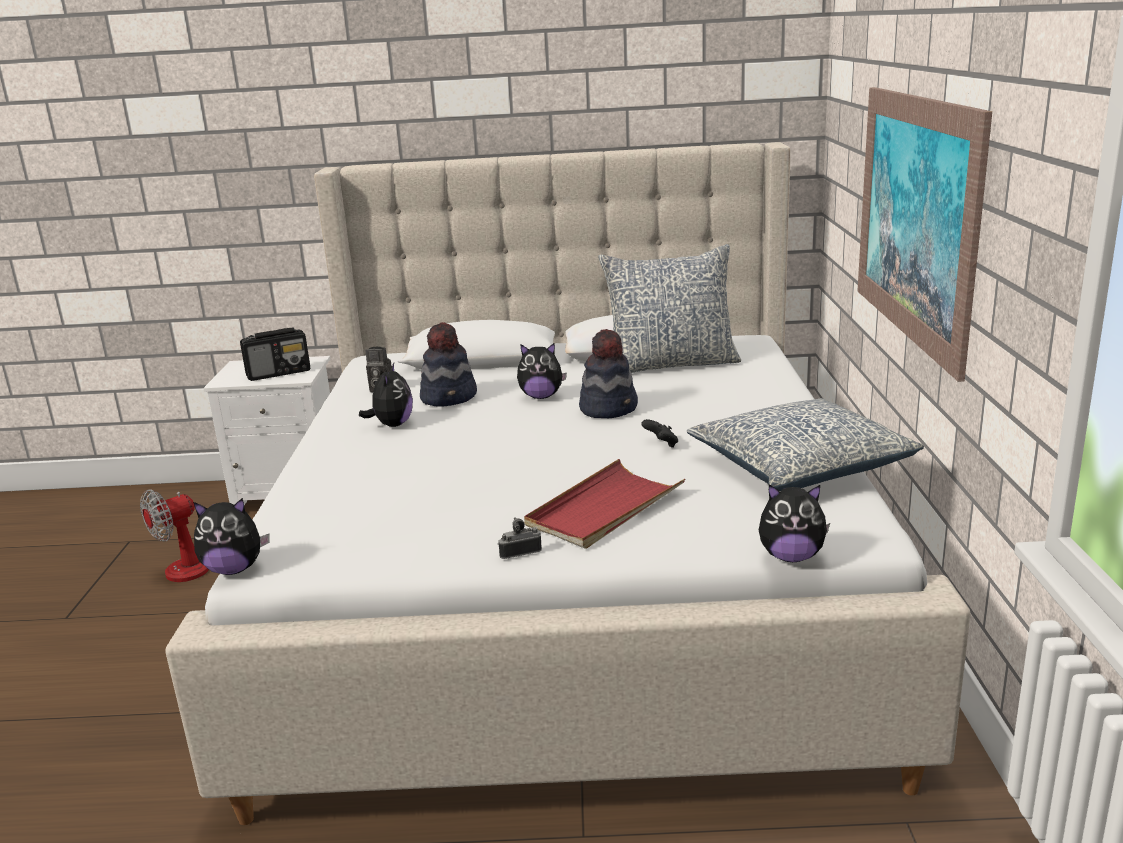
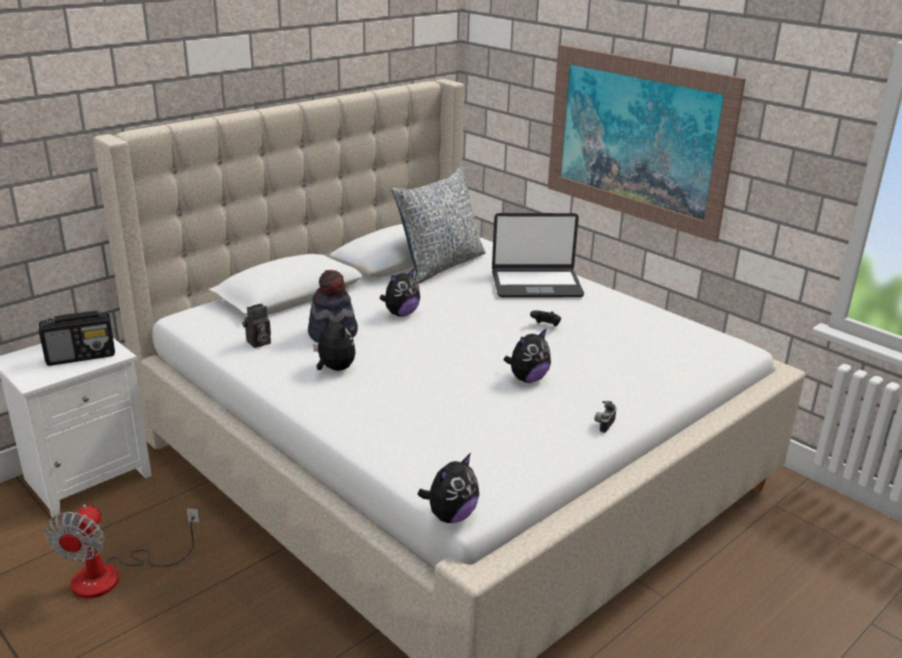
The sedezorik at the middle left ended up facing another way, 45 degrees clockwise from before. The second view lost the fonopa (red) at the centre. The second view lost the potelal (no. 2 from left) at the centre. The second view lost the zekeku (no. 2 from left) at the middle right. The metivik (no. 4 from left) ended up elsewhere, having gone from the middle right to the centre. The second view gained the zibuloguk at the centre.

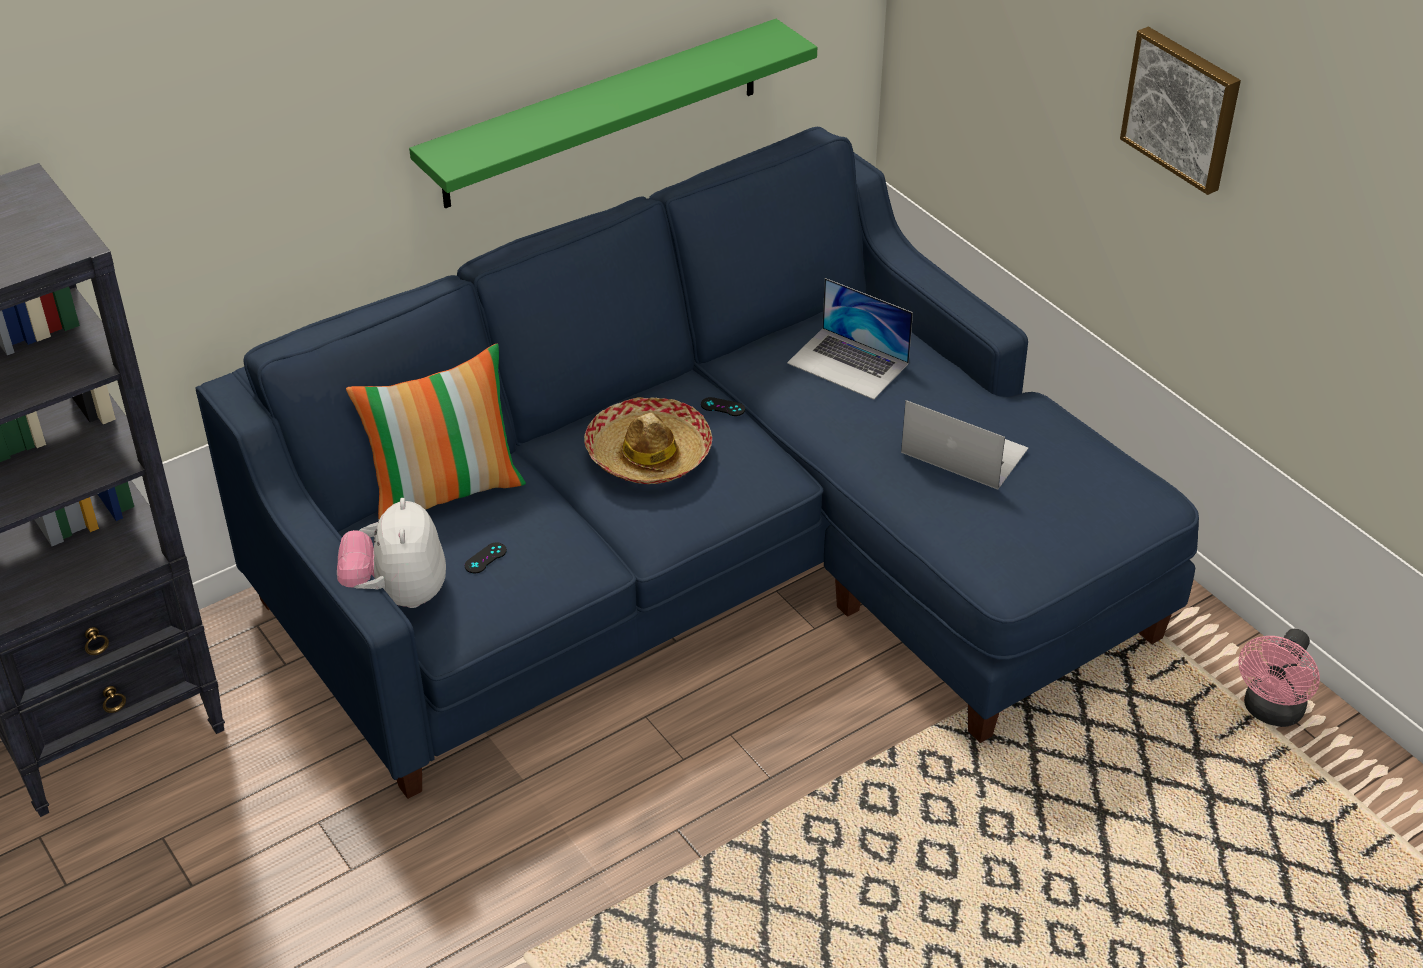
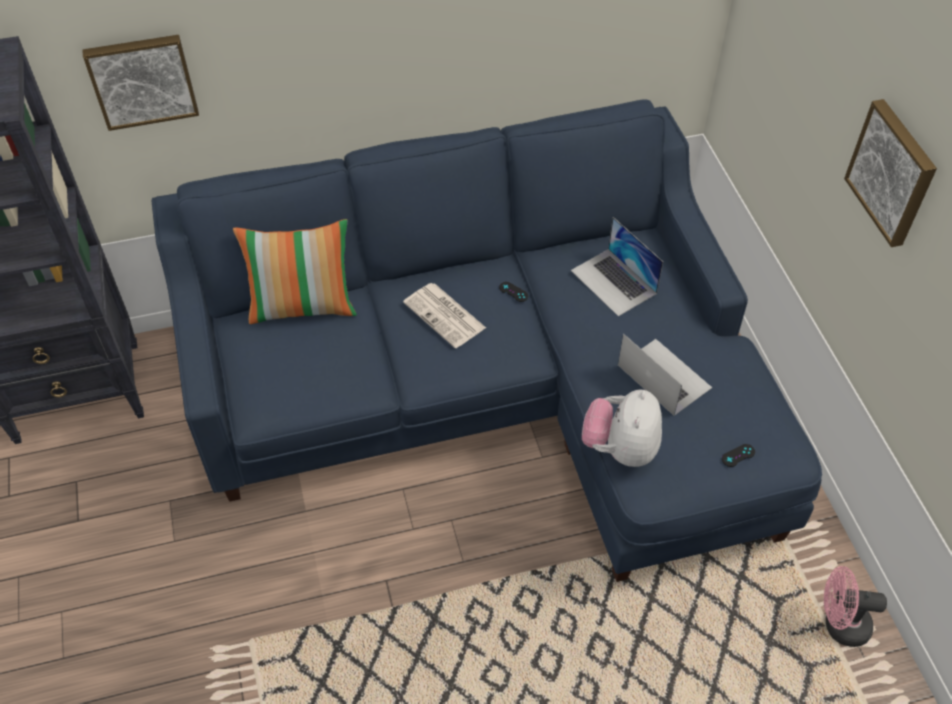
The metivik ended up elsewhere, having gone from the middle left to the centre. The second view lost the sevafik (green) at the top centre. The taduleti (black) (no. 1 from left in the first image) ended up elsewhere, having gone from the centre to the middle right. Where the potelal stood at the centre, the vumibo came to stand at the centre. The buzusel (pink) at the bottom right ended up facing another way, 45 degrees clockwise from before. The second view gained the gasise (no. 1 from left) at the top left.

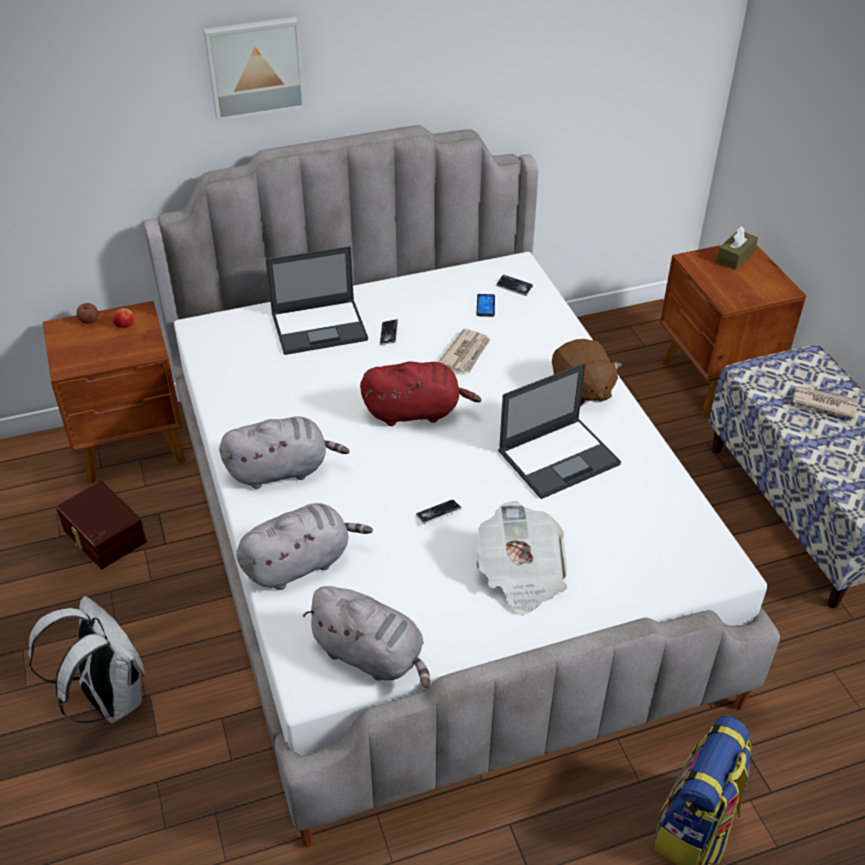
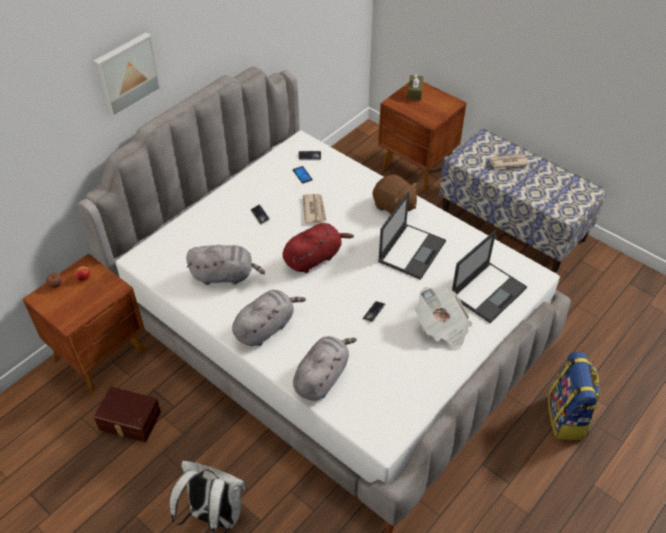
The zibuloguk (no. 1 from left in the first image) ended up elsewhere, having gone from the centre to the middle right. The metivik (grey) (no. 3 from left in the first image) ended up elsewhere, having gone from the bottom centre to the centre.

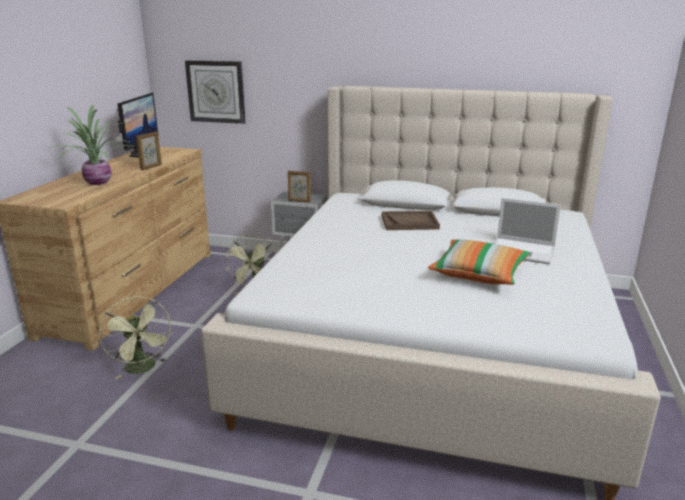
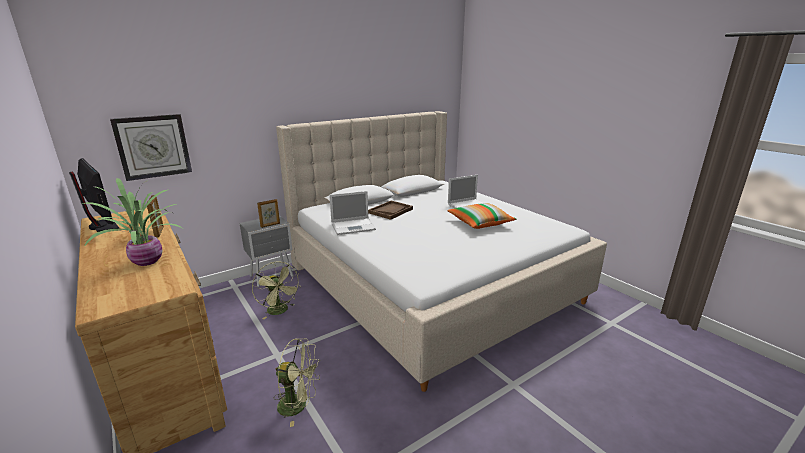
The second view gained the zibuloguk (no. 1 from left) at the centre.

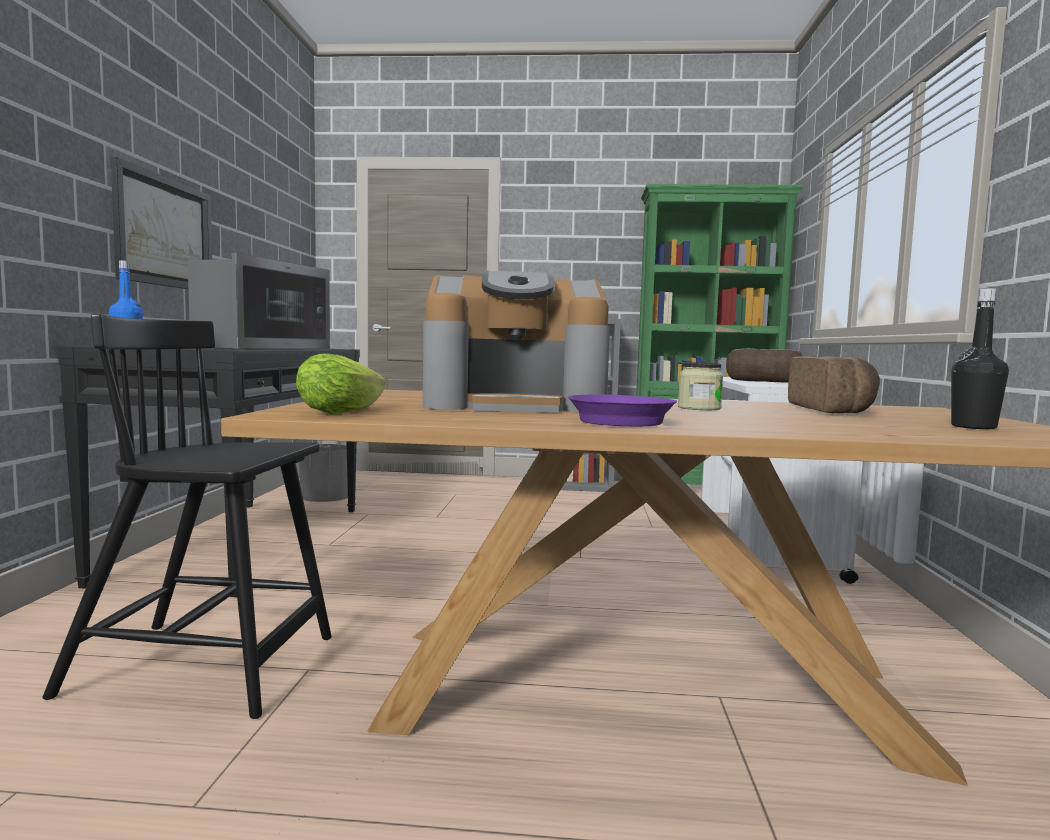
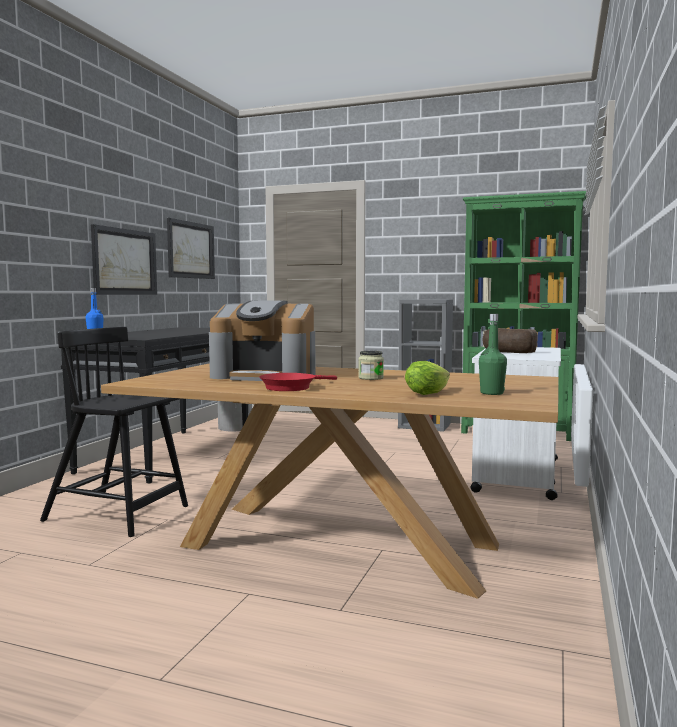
The second view lost the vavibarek at the middle left. The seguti ended up elsewhere, having gone from the middle left to the centre. What was the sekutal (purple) at the centre turned into the sekutal (red) at the centre. The second view lost the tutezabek (no. 2 from left) at the middle right. What was the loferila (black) at the middle right turned into the loferila (green) at the middle right. The second view gained the gasise (no. 2 from left) at the middle left.

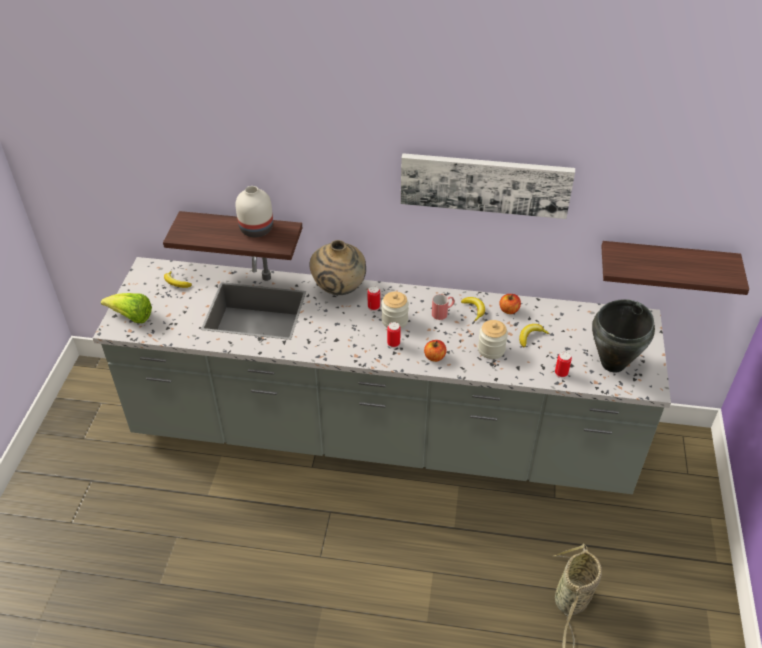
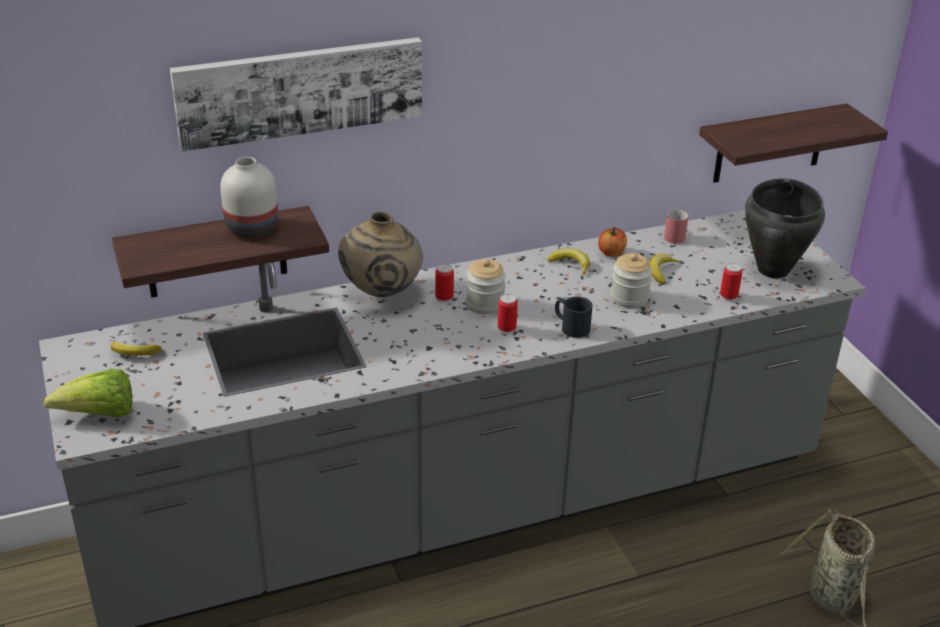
The gasise ended up elsewhere, having gone from the top centre to the top left. Where the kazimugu (no. 1 from left) stood at the centre, the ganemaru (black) came to stand at the centre. The ganemaru (red) ended up elsewhere, having gone from the centre to the middle right.

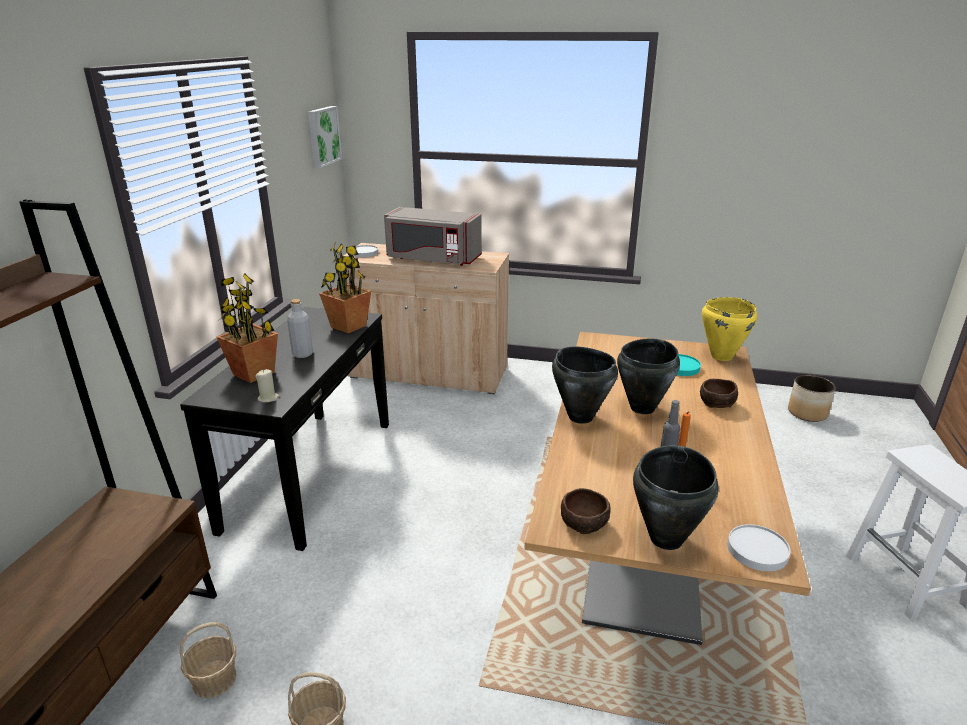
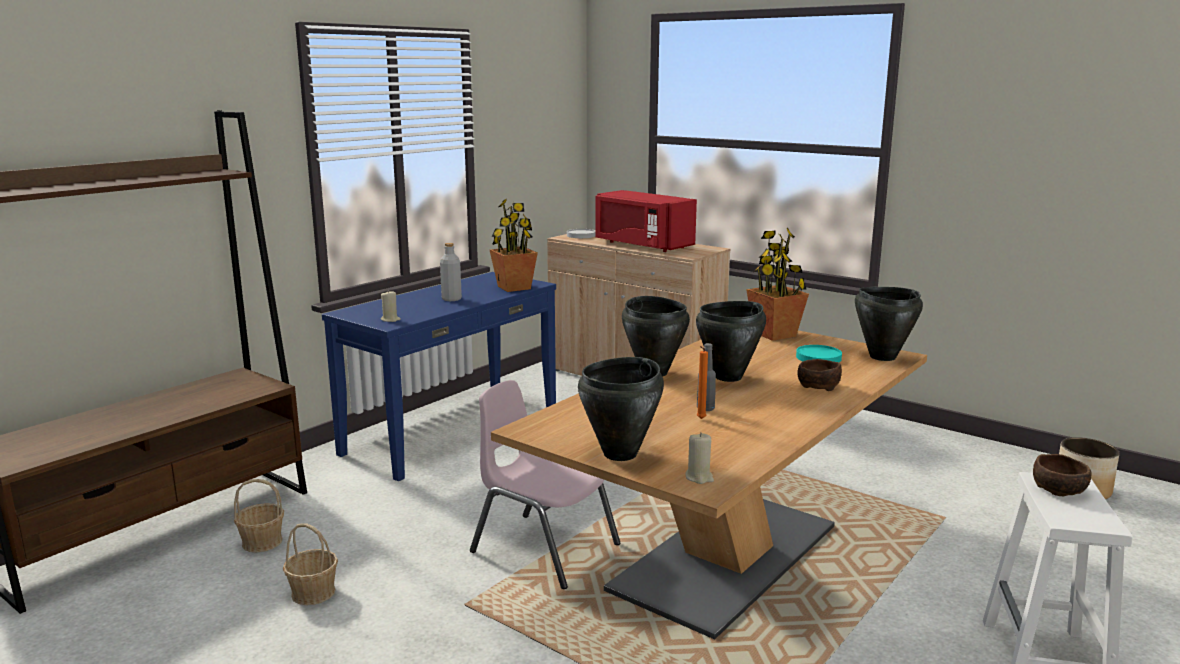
What was the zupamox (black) at the middle left turned into the zupamox (blue) at the centre. The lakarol (no. 1 from left in the first image) ended up elsewhere, having gone from the middle left to the centre. The second view lost the gasise at the top centre. What was the vavibarek (grey) at the top centre turned into the vavibarek (red) at the top centre. The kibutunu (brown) (no. 1 from left in the first image) ended up elsewhere, having gone from the bottom centre to the bottom right. What was the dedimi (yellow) at the middle right turned into the dedimi (black) (no. 4 from left) at the middle right. Where the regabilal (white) (no. 2 from left) stood at the bottom right, the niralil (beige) (no. 2 from left) came to stand at the bottom centre. The second view gained the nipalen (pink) at the bottom centre.

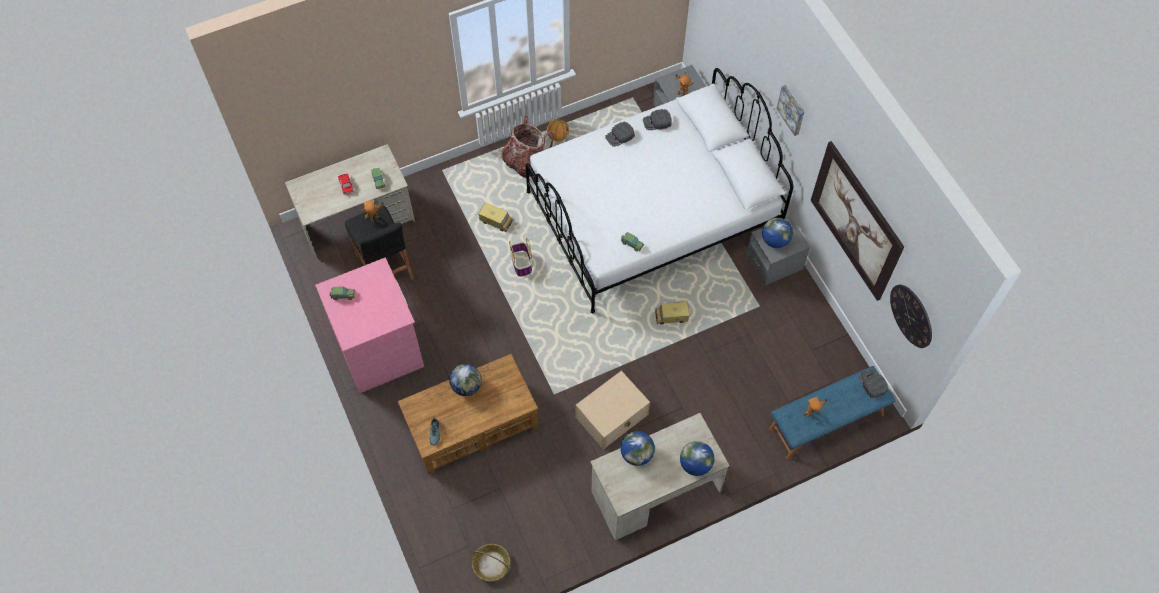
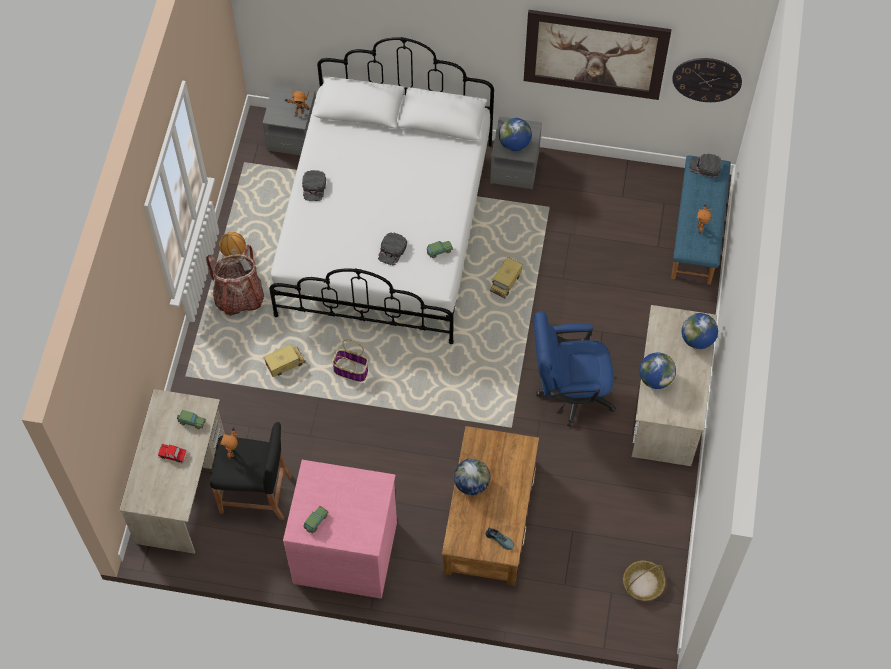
Where the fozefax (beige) stood at the bottom centre, the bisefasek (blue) came to stand at the centre. The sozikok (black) (no. 2 from left) ended up elsewhere, having gone from the top centre to the centre. The second view lost the gasise (no. 1 from left) at the top right.

